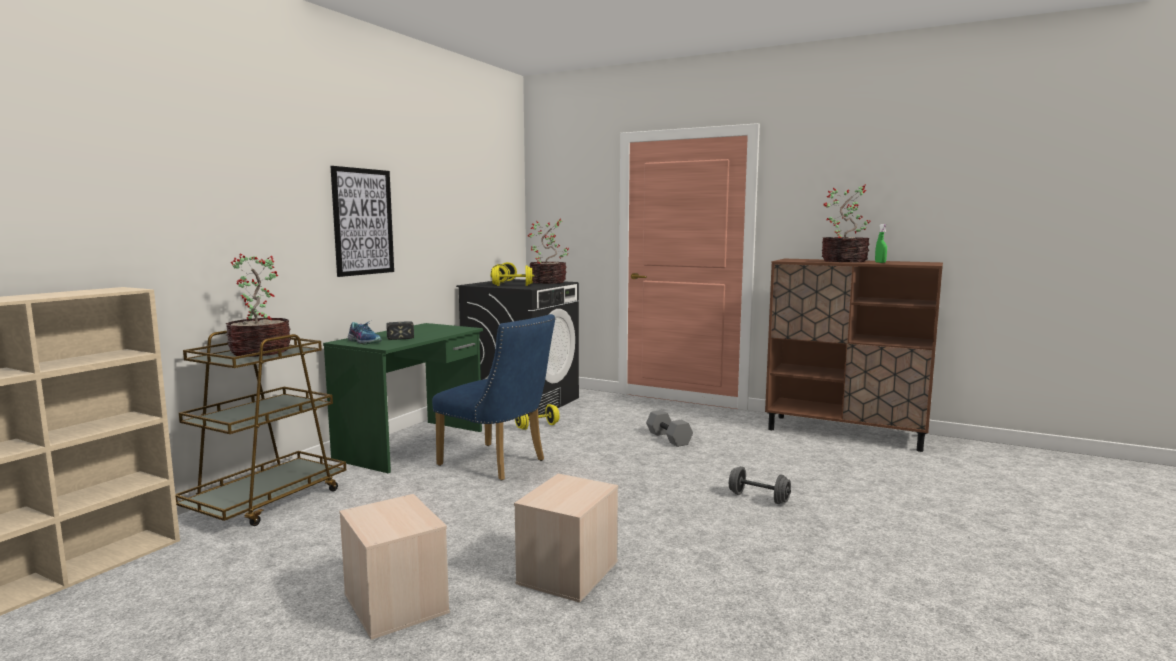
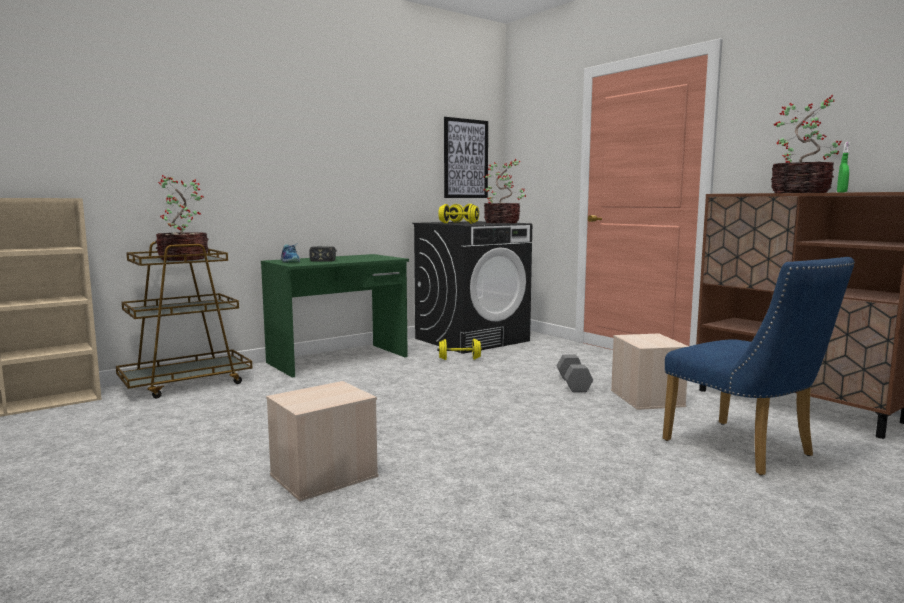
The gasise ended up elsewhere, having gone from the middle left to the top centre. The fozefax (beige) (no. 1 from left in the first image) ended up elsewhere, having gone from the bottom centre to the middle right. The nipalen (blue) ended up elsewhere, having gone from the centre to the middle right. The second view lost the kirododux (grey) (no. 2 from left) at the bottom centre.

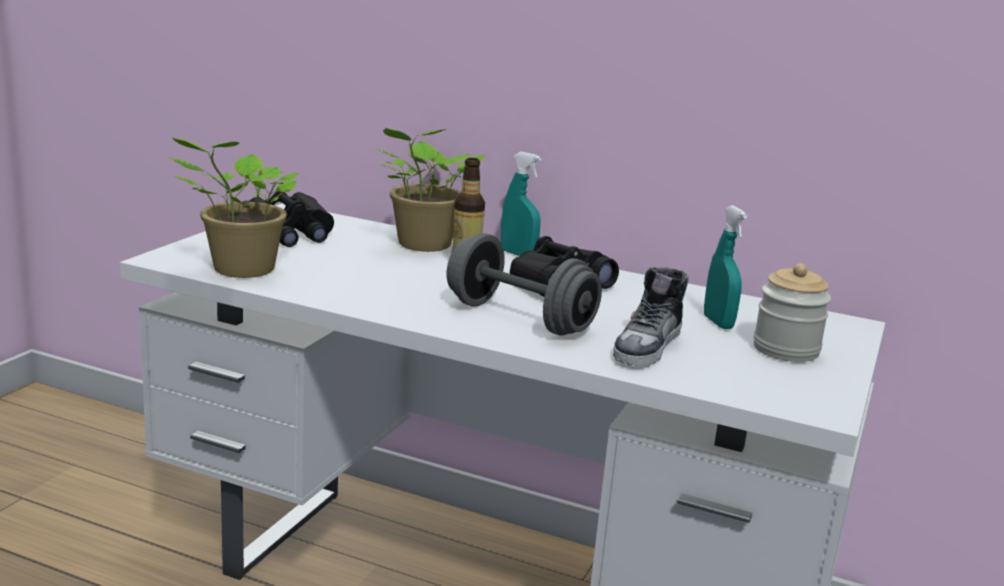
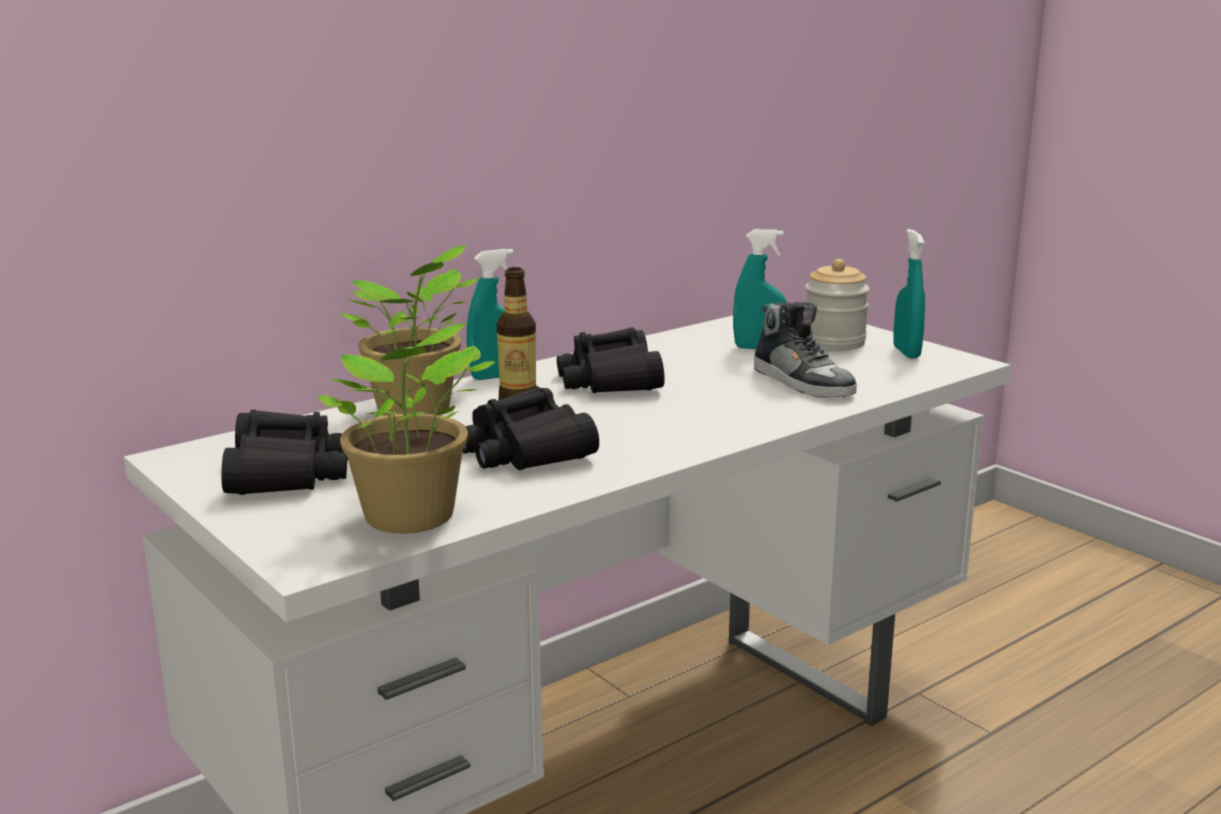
The second view lost the kirododux (grey) at the centre. The second view gained the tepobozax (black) (no. 2 from left) at the centre. The second view gained the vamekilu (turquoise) (no. 3 from left) at the middle right.

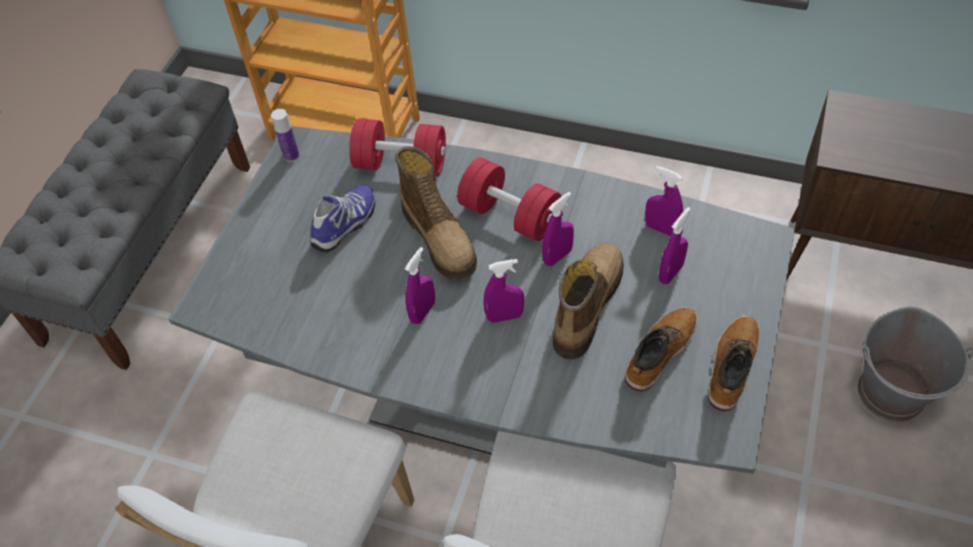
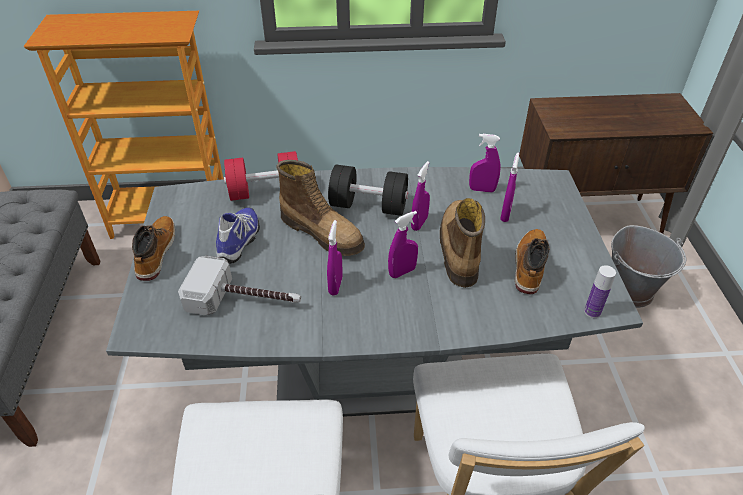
The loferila ended up elsewhere, having gone from the top left to the middle right. What was the kirododux (red) (no. 2 from left) at the centre turned into the kirododux (black) at the centre. The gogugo (no. 4 from left in the first image) ended up elsewhere, having gone from the middle right to the middle left. The second view gained the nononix at the middle left.

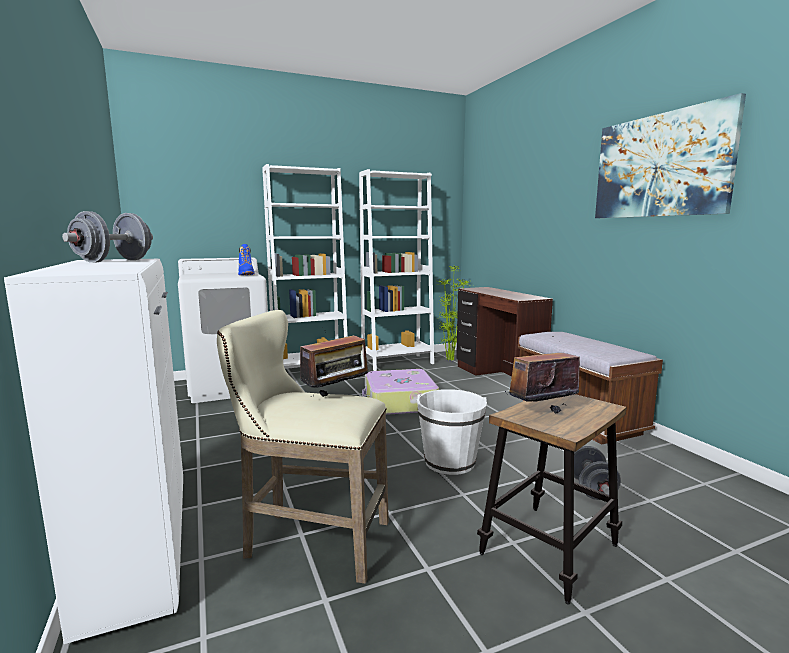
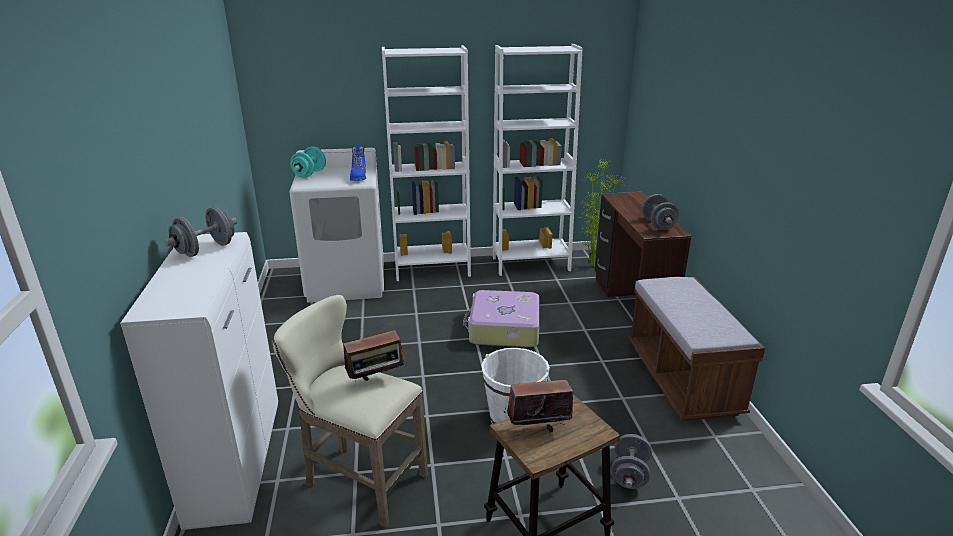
The second view lost the gasise at the top right. The second view gained the kirododux (turquoise) at the top left. The second view gained the kirododux (grey) (no. 3 from left) at the middle right.

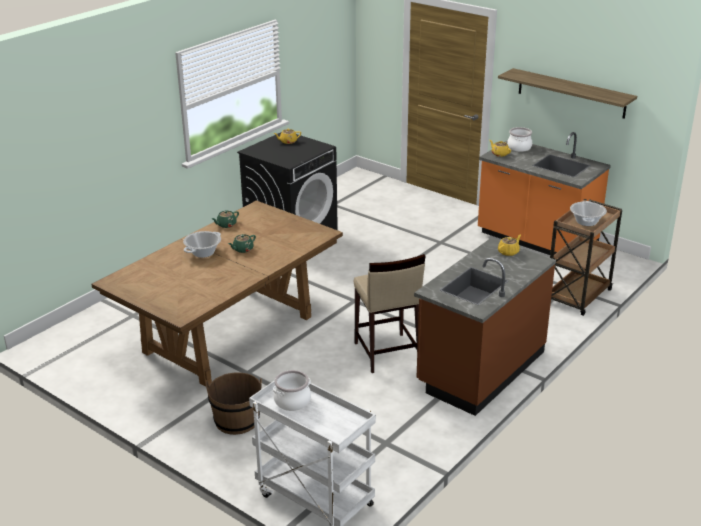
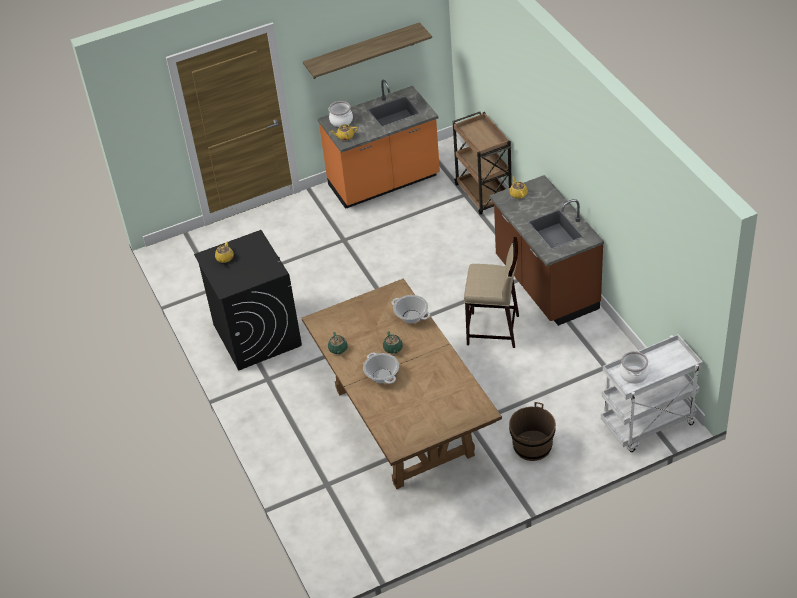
The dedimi (no. 4 from left in the first image) ended up elsewhere, having gone from the middle right to the centre.

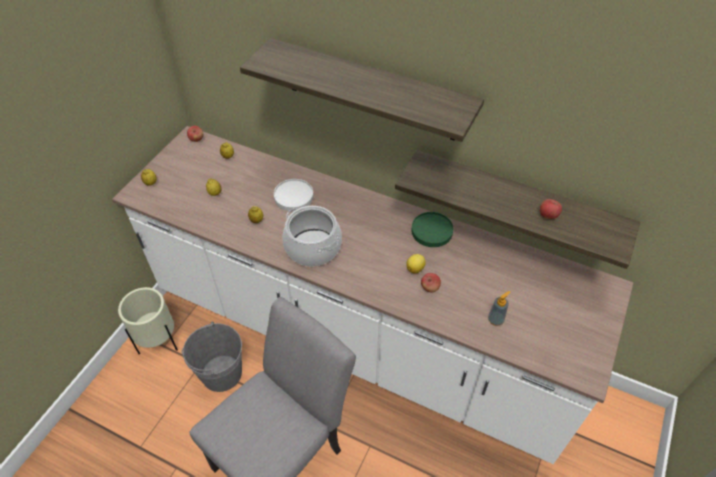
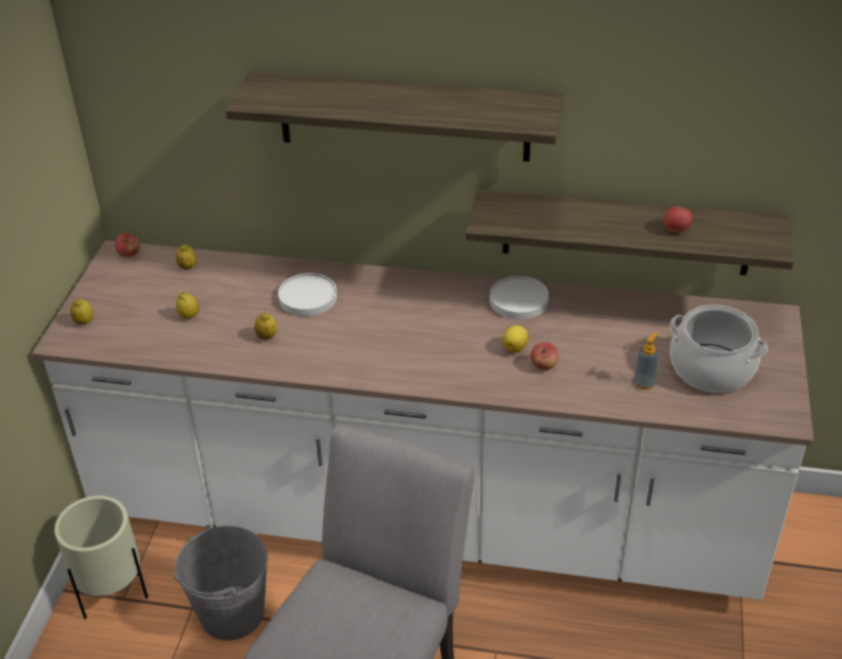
The dedimi ended up elsewhere, having gone from the centre to the middle right. What was the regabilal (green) at the centre turned into the regabilal (white) (no. 2 from left) at the centre.

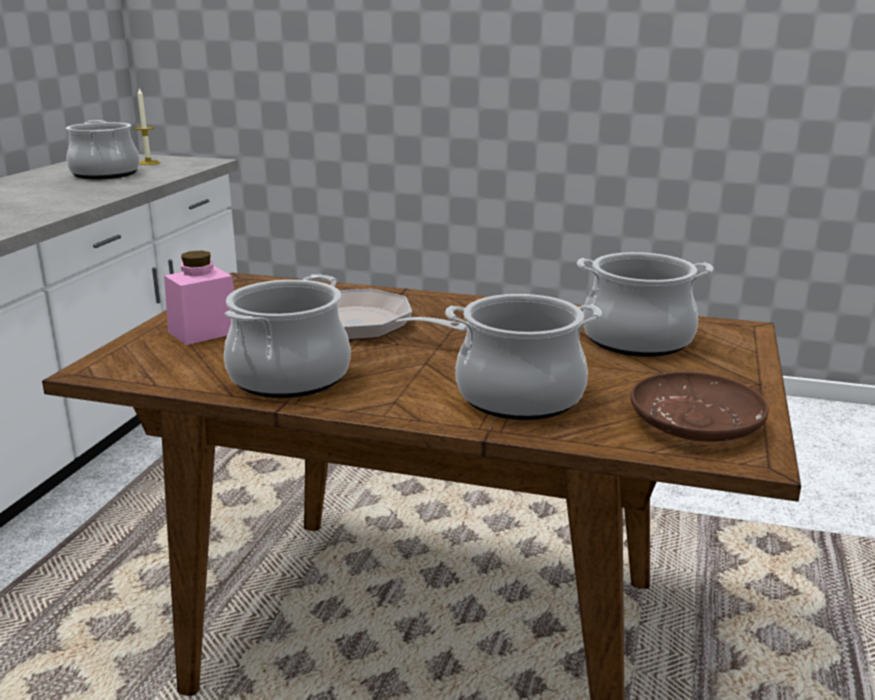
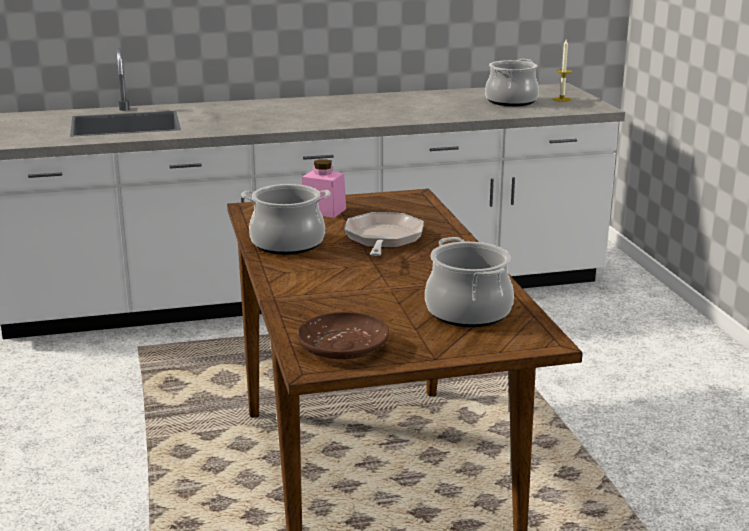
The second view lost the dedimi (no. 3 from left) at the centre.

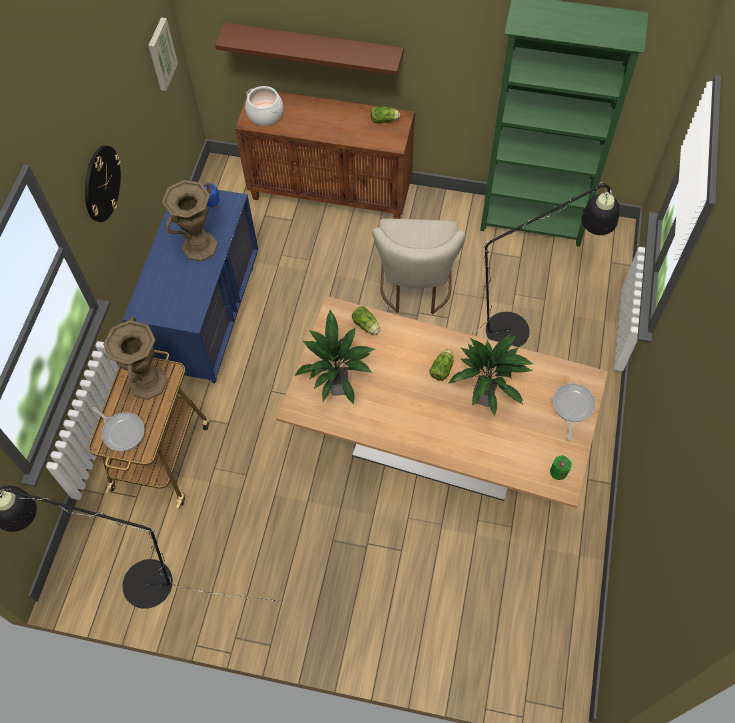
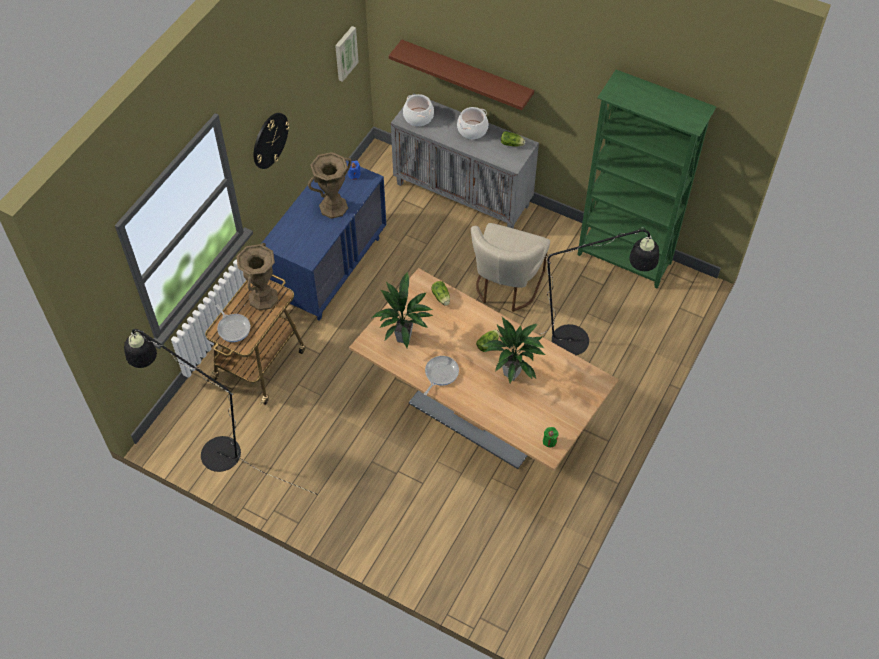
What was the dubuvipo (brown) at the top centre turned into the dubuvipo (grey) at the top centre. The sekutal (no. 2 from left) ended up elsewhere, having gone from the middle right to the centre. The second view gained the dedimi (no. 2 from left) at the top centre.

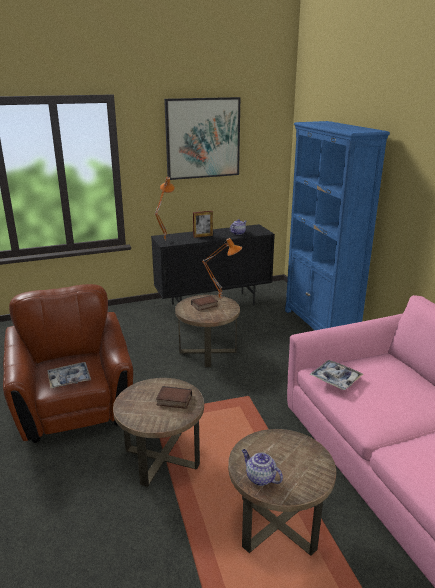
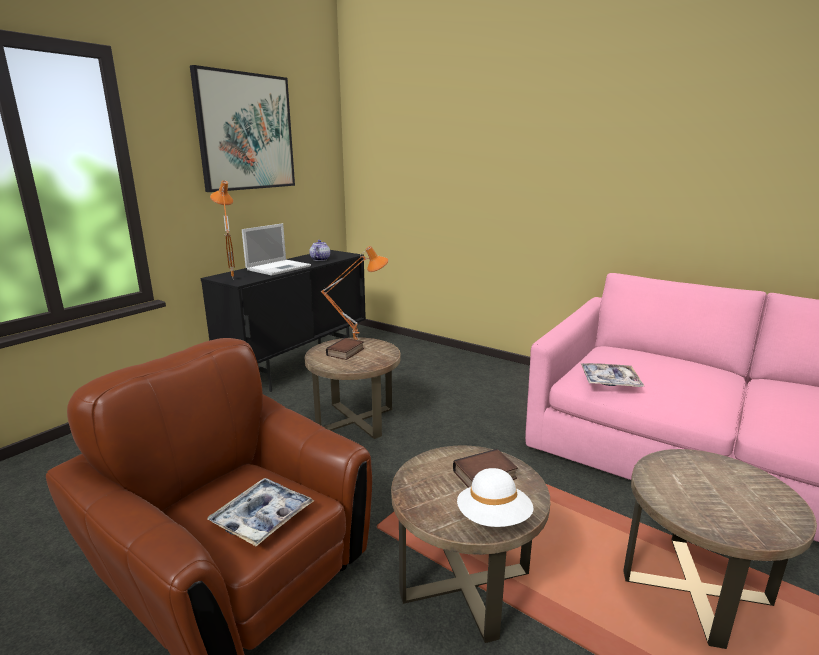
Where the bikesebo stood at the centre, the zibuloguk came to stand at the centre. The second view lost the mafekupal (no. 2 from left) at the bottom centre. The second view lost the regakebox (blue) at the middle right. The second view gained the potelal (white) at the bottom centre.

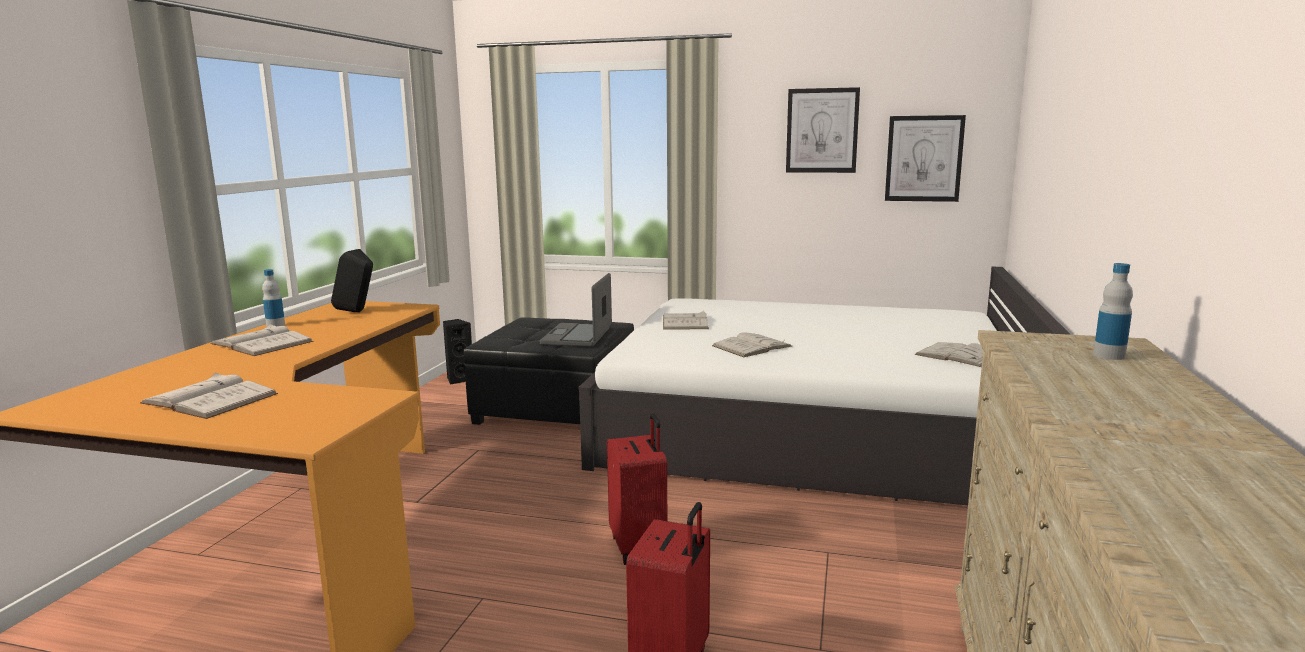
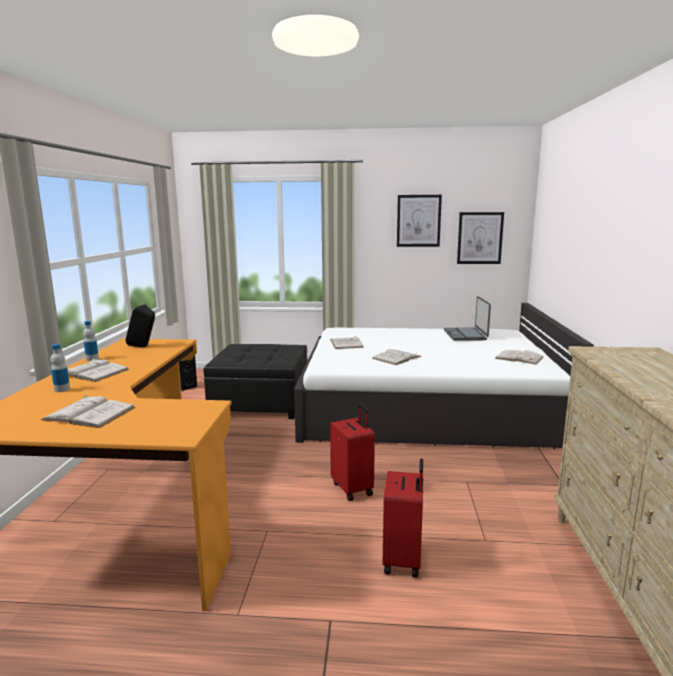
The zibuloguk ended up elsewhere, having gone from the centre to the middle right. The loferila (no. 2 from left in the first image) ended up elsewhere, having gone from the middle right to the middle left.

